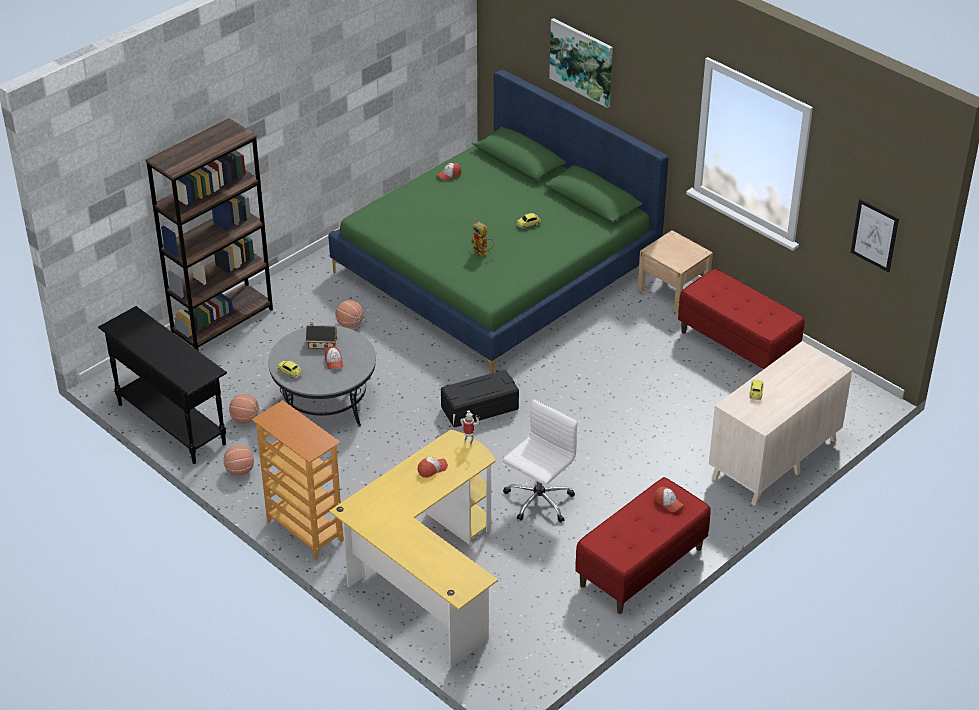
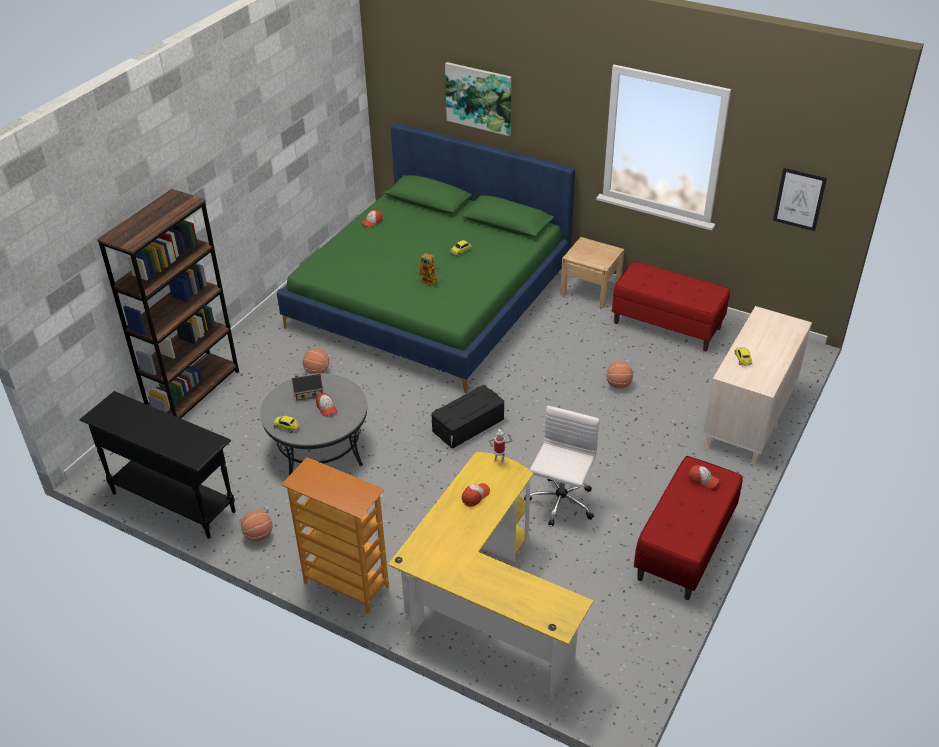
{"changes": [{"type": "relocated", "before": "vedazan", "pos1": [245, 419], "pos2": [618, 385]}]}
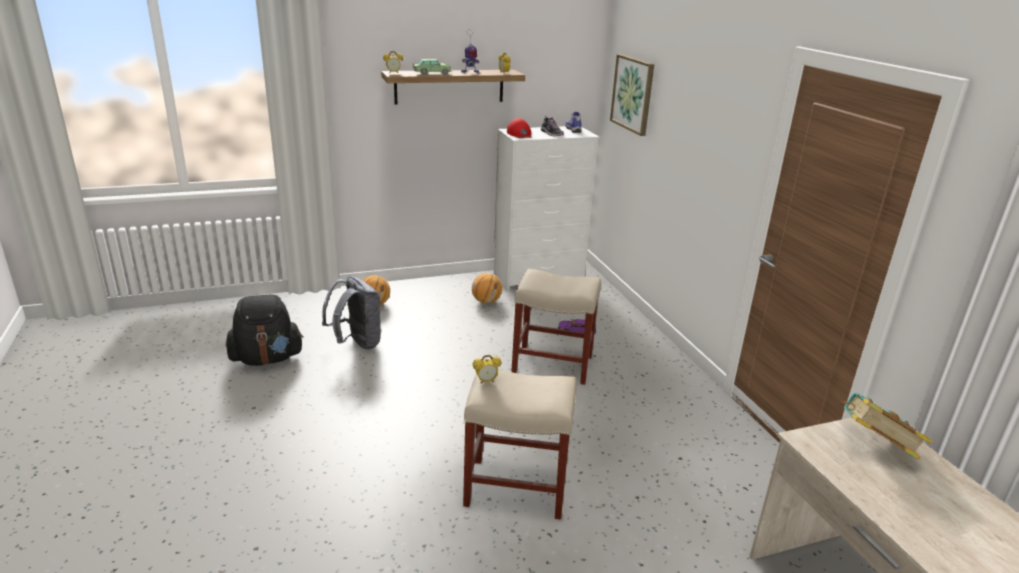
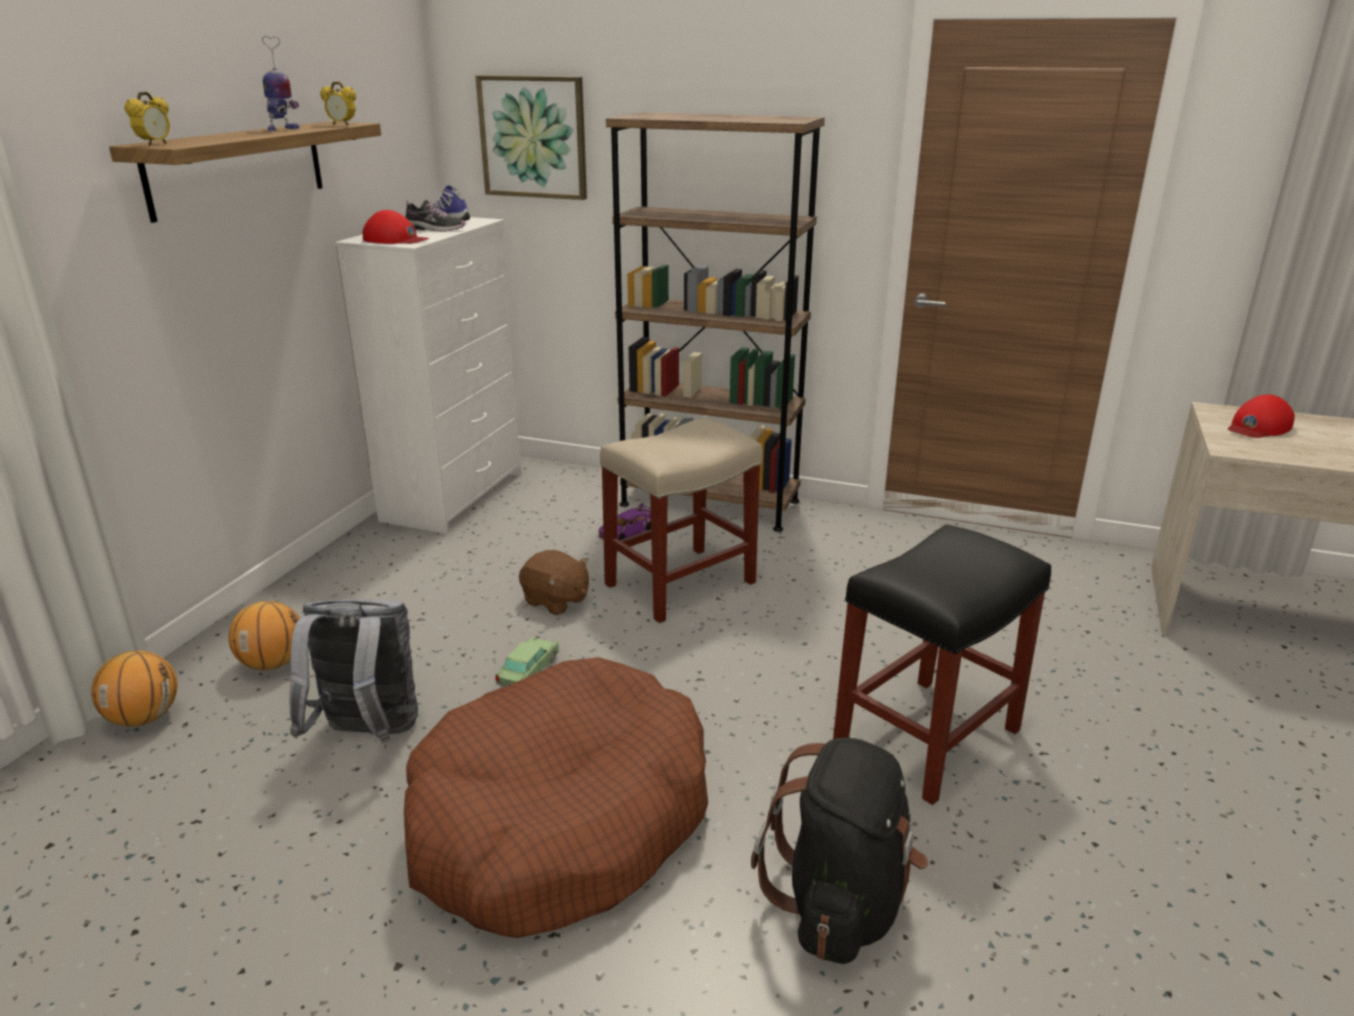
{"changes": [{"type": "relocated", "before": "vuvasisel", "pos1": [432, 73], "pos2": [528, 672]}, {"type": "relocated", "before": "vedazan", "pos1": [486, 301], "pos2": [144, 718]}, {"type": "relocated", "before": "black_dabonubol", "pos1": [267, 359], "pos2": [840, 903]}, {"type": "missing", "before": "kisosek", "pos1": [486, 381]}, {"type": "colour", "before": "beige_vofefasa", "after": "black_vofefasa", "pos1": [518, 487], "pos2": [928, 736]}, {"type": "exchanged", "before": "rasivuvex", "after": "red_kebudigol", "pos1": [874, 446], "pos2": [1258, 427]}, {"type": "appeared", "after": "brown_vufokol", "pos2": [709, 503]}, {"type": "appeared", "after": "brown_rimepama", "pos2": [556, 601]}, {"type": "appeared", "after": "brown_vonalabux", "pos2": [560, 821]}]}
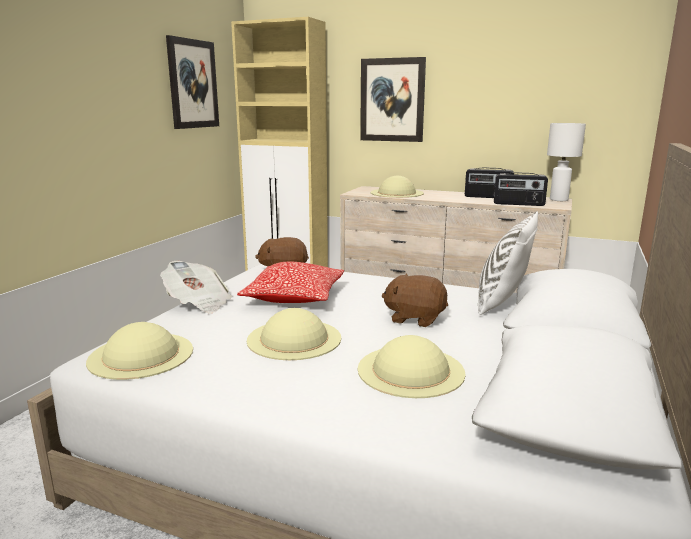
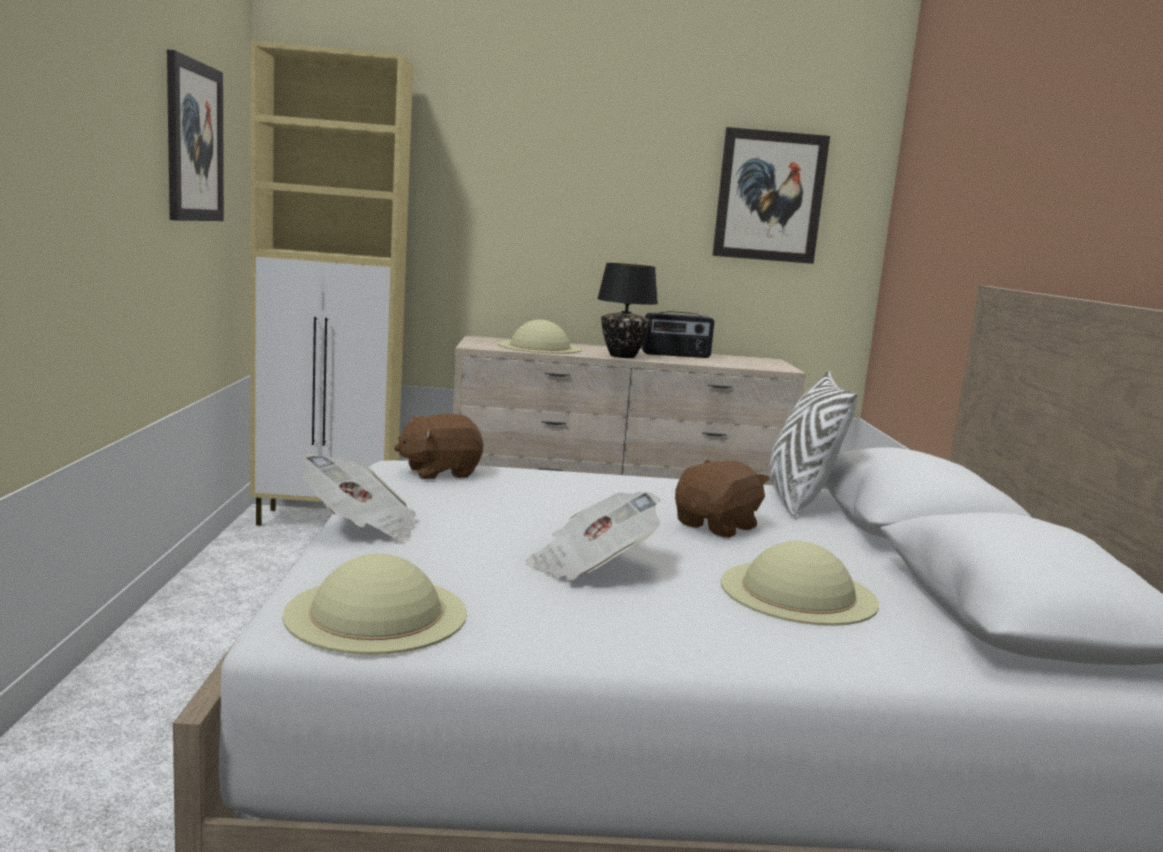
{"changes": [{"type": "relocated", "before": "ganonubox", "pos1": [392, 100], "pos2": [769, 196]}, {"type": "missing", "before": "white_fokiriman", "pos1": [559, 200]}, {"type": "missing", "before": "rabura", "pos1": [518, 204]}, {"type": "missing", "before": "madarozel", "pos1": [294, 297]}, {"type": "spun", "before": "brown_rimepama", "pos1": [415, 318], "pos2": [717, 526], "turn": 135}, {"type": "exchanged", "before": "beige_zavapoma", "after": "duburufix", "pos1": [294, 339], "pos2": [590, 567]}, {"type": "appeared", "after": "black_fokiriman", "pos2": [622, 356]}]}
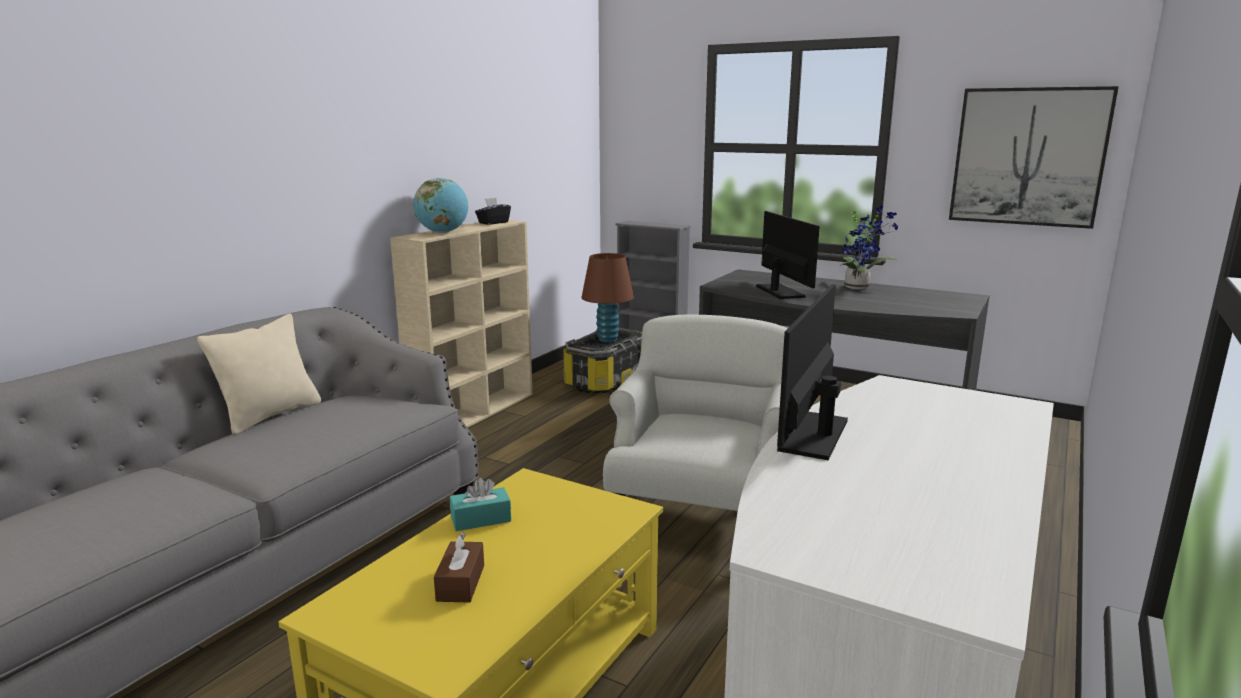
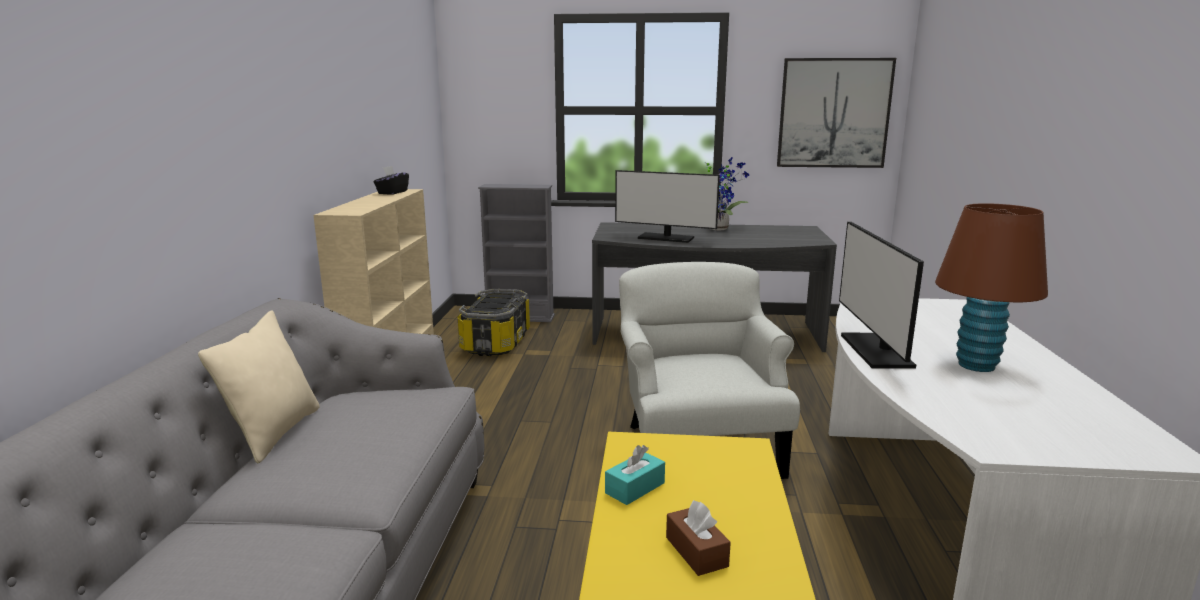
{"changes": [{"type": "missing", "before": "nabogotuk", "pos1": [443, 232]}, {"type": "spun", "before": "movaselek", "pos1": [779, 292], "pos2": [666, 238], "turn": 150}, {"type": "relocated", "before": "brown_fokiriman", "pos1": [608, 340], "pos2": [976, 365]}]}
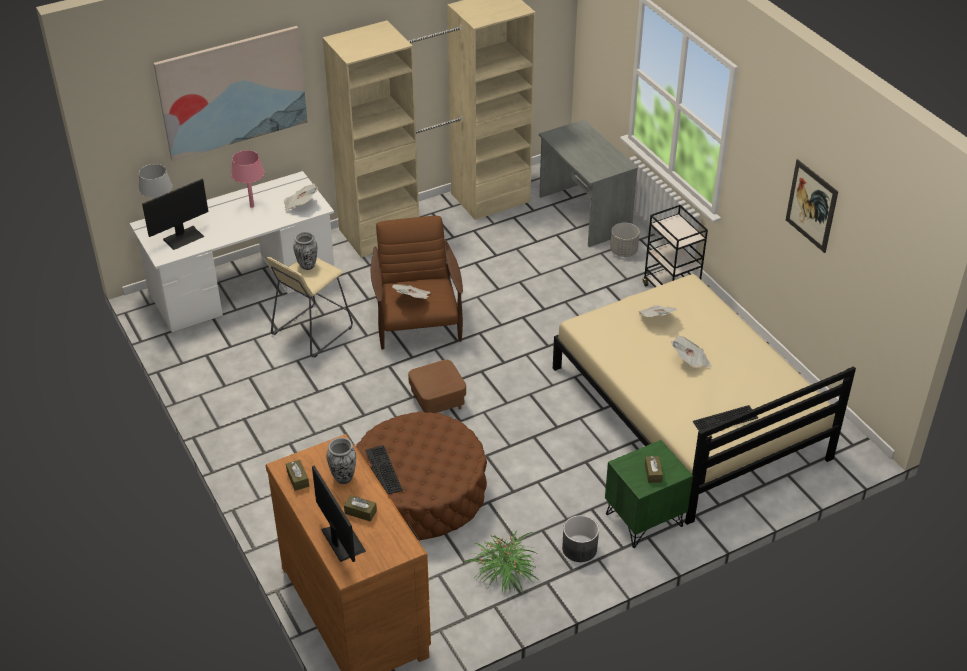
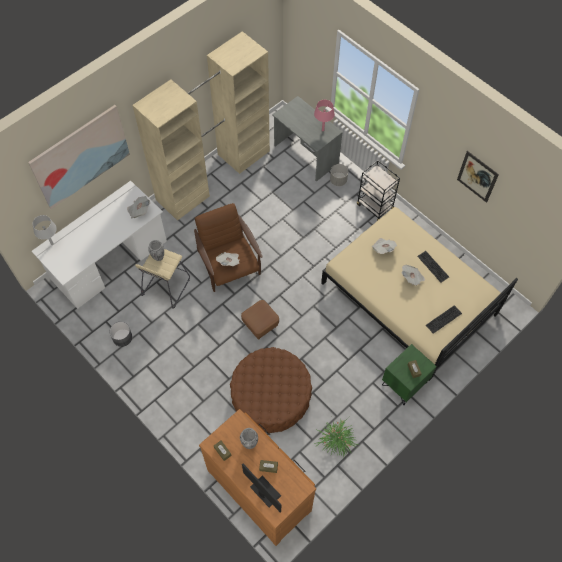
{"changes": [{"type": "relocated", "before": "pink_fokiriman", "pos1": [252, 206], "pos2": [323, 130]}, {"type": "missing", "before": "movaselek", "pos1": [183, 237]}, {"type": "relocated", "before": "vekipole", "pos1": [382, 470], "pos2": [432, 266]}, {"type": "relocated", "before": "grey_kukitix", "pos1": [579, 548], "pos2": [122, 337]}]}
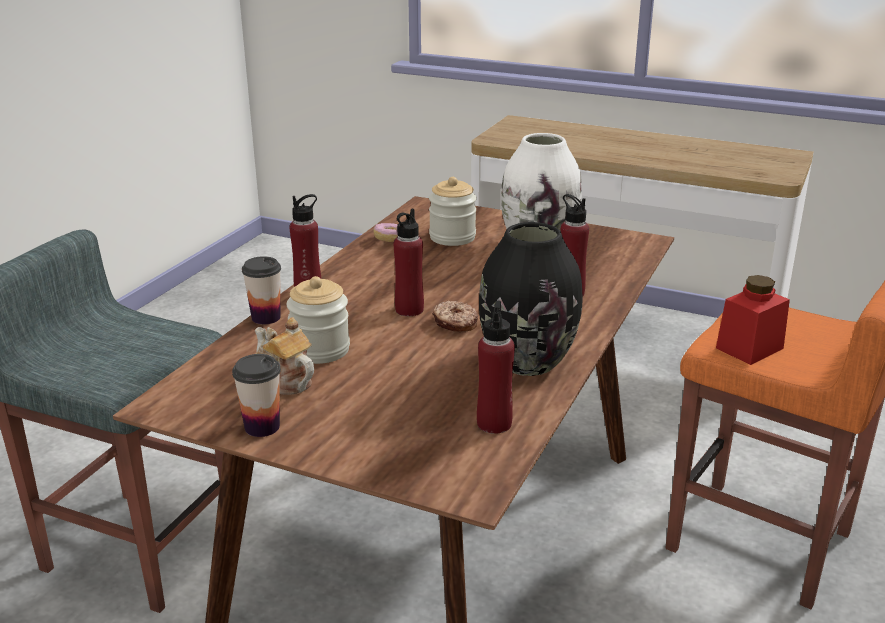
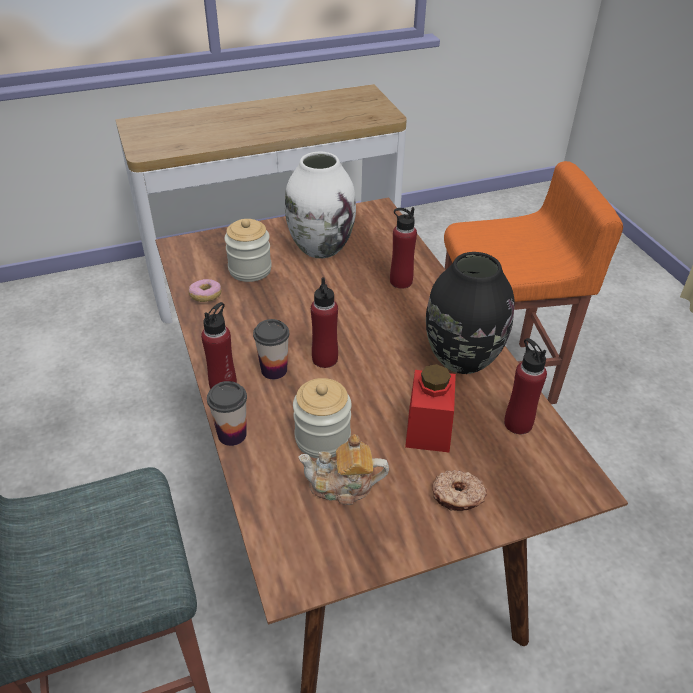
{"changes": [{"type": "relocated", "before": "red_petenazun", "pos1": [749, 348], "pos2": [428, 429]}, {"type": "relocated", "before": "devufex", "pos1": [455, 323], "pos2": [457, 496]}, {"type": "relocated", "before": "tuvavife", "pos1": [262, 427], "pos2": [274, 370]}]}
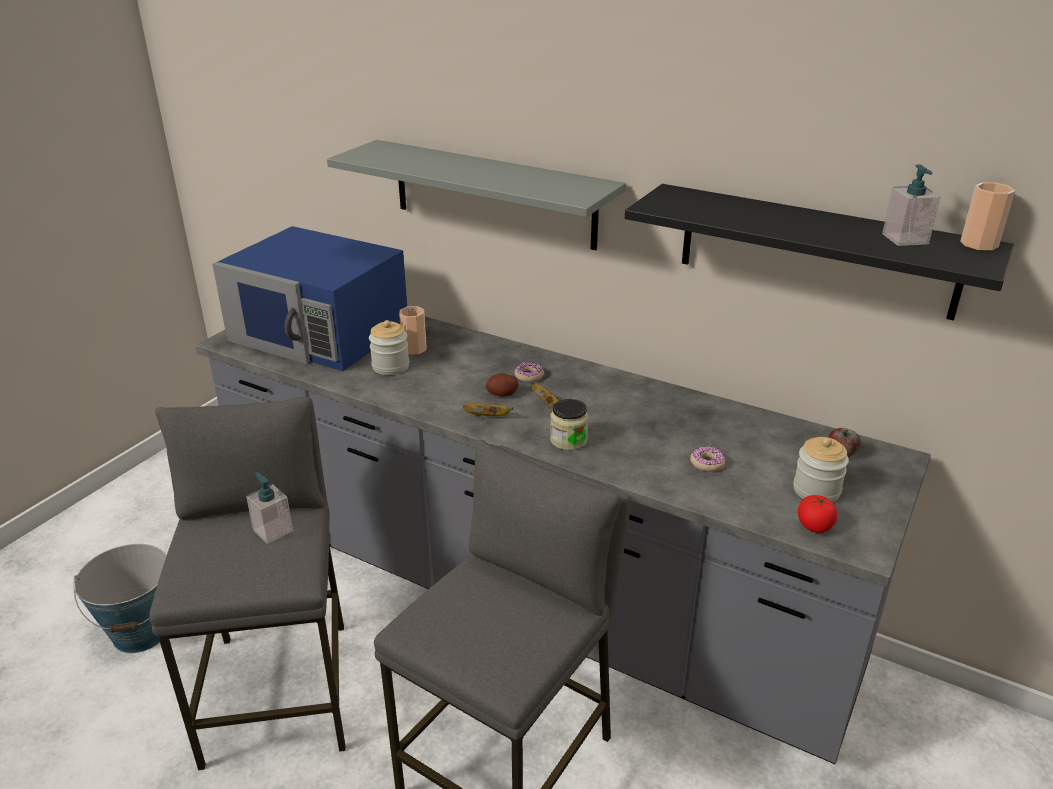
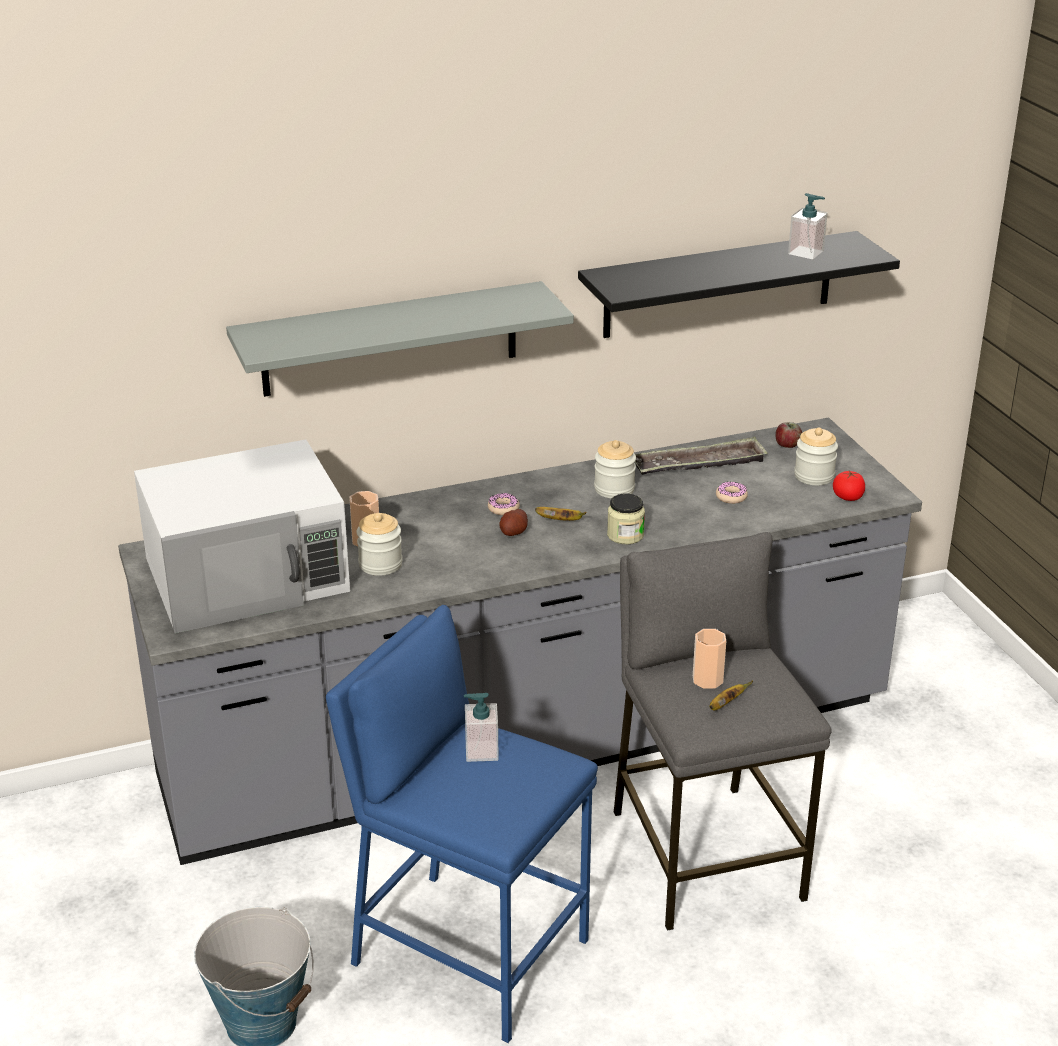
{"changes": [{"type": "relocated", "before": "tuvavife", "pos1": [979, 244], "pos2": [707, 679]}, {"type": "colour", "before": "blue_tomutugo", "after": "white_tomutugo", "pos1": [320, 332], "pos2": [248, 575]}, {"type": "colour", "before": "grey_vofefasa", "after": "blue_vofefasa", "pos1": [280, 690], "pos2": [469, 952]}, {"type": "relocated", "before": "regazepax", "pos1": [488, 416], "pos2": [725, 704]}, {"type": "appeared", "after": "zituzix", "pos2": [699, 464]}, {"type": "appeared", "after": "petenazun", "pos2": [614, 489]}]}
